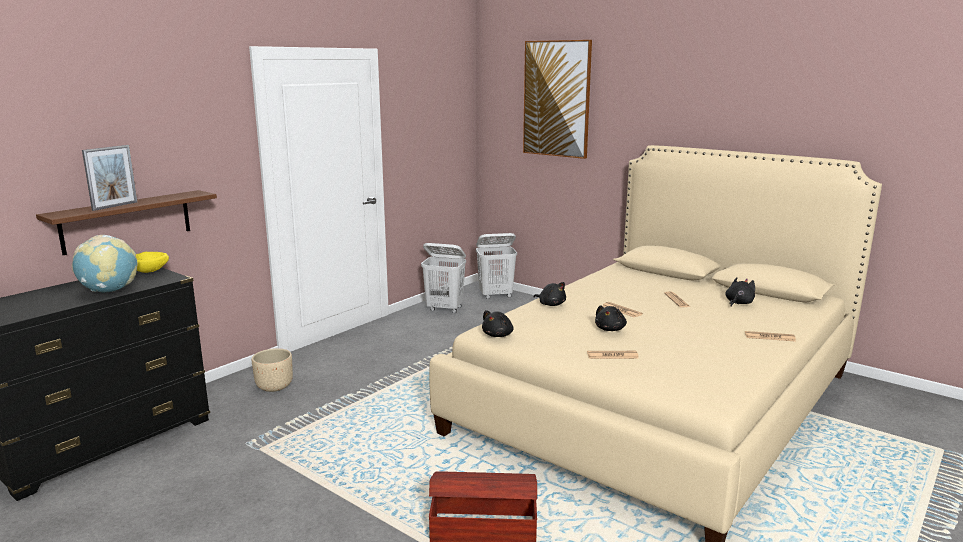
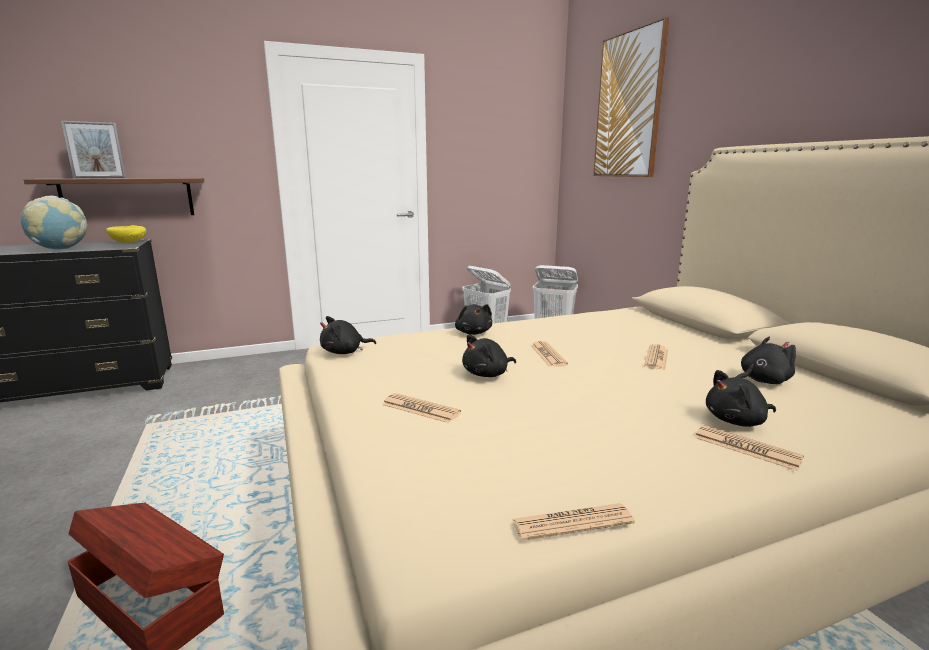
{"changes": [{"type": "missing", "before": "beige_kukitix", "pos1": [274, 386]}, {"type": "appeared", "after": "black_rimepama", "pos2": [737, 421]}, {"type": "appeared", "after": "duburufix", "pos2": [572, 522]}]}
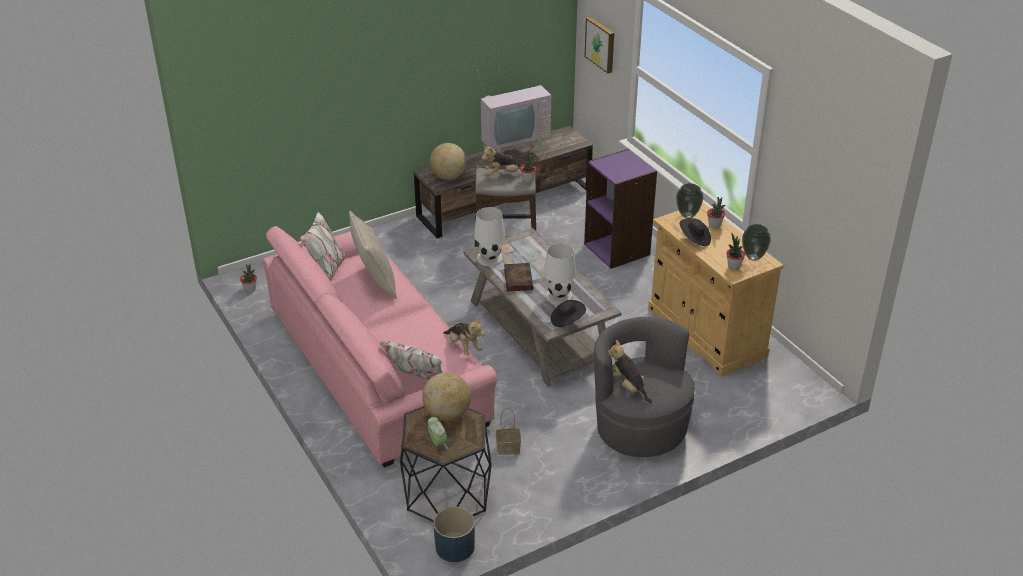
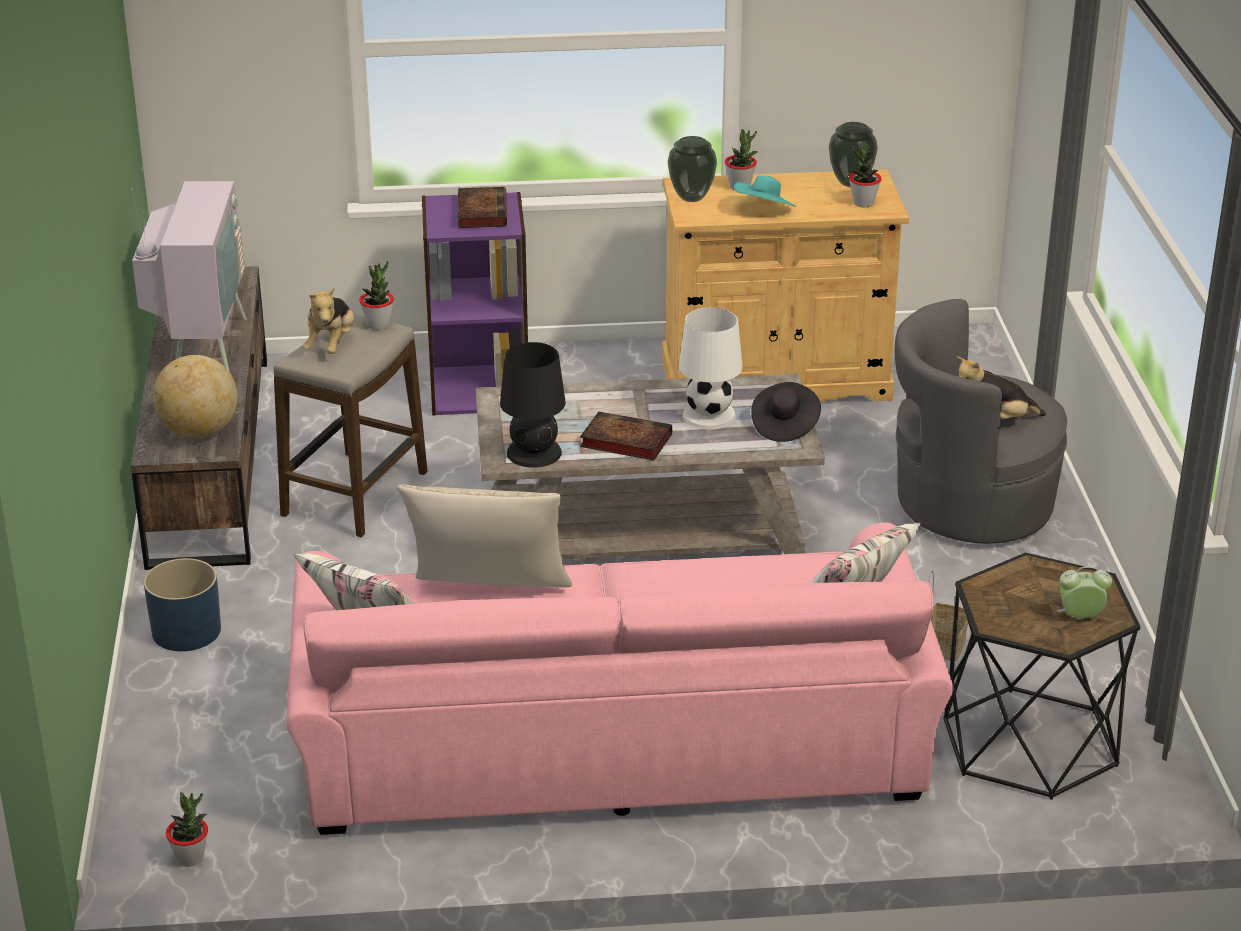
{"changes": [{"type": "missing", "before": "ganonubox", "pos1": [601, 44]}, {"type": "colour", "before": "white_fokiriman", "after": "black_fokiriman", "pos1": [489, 258], "pos2": [533, 453]}, {"type": "colour", "before": "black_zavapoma", "after": "turquoise_zavapoma", "pos1": [694, 239], "pos2": [764, 210]}, {"type": "missing", "before": "rimepama", "pos1": [463, 347]}, {"type": "missing", "before": "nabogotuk", "pos1": [447, 414]}, {"type": "relocated", "before": "blue_kukitix", "pos1": [455, 547], "pos2": [186, 631]}, {"type": "appeared", "after": "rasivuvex", "pos2": [481, 212]}]}
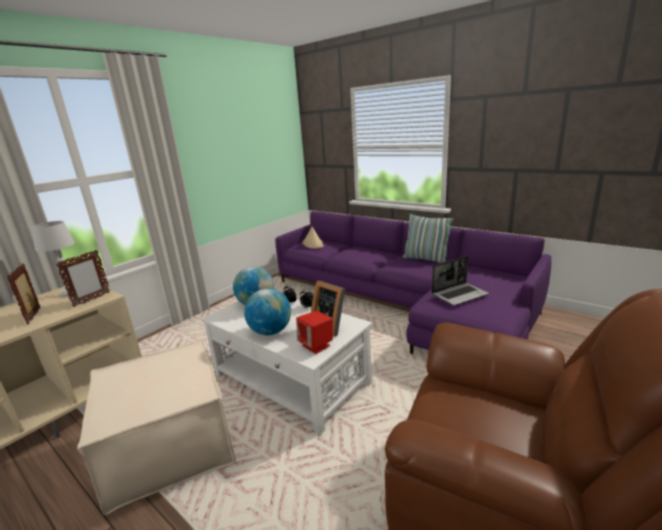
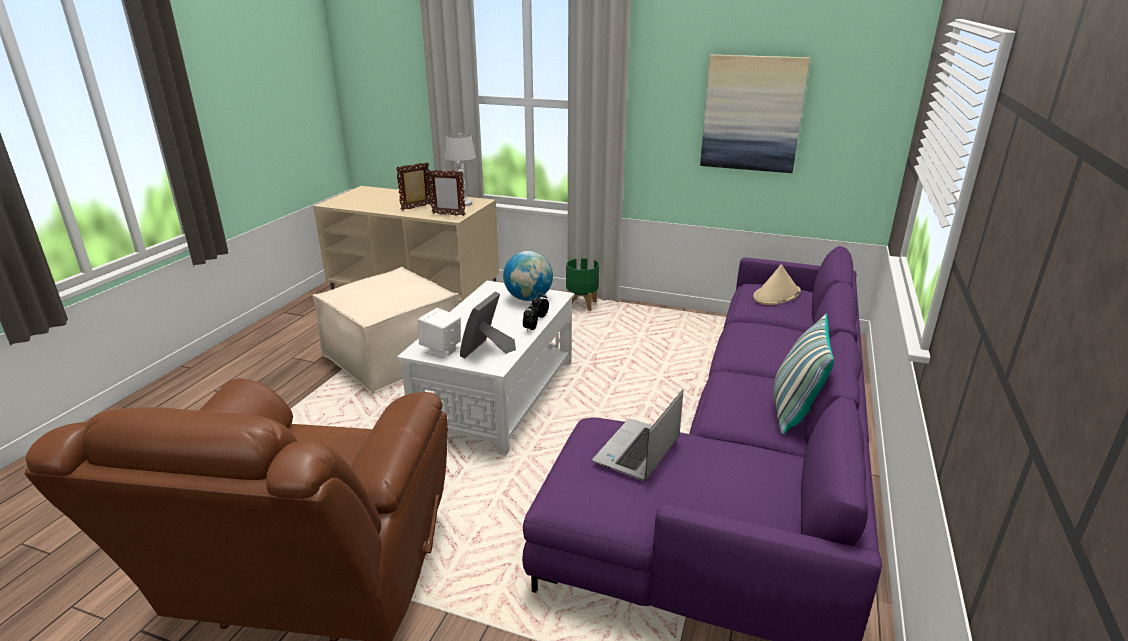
{"changes": [{"type": "spun", "before": "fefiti", "pos1": [459, 294], "pos2": [638, 452], "turn": 75}, {"type": "missing", "before": "nabogotuk", "pos1": [270, 331]}, {"type": "colour", "before": "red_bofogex", "after": "white_bofogex", "pos1": [316, 345], "pos2": [441, 350]}, {"type": "appeared", "after": "ganonubox", "pos2": [752, 114]}, {"type": "appeared", "after": "green_kukitix", "pos2": [582, 305]}]}
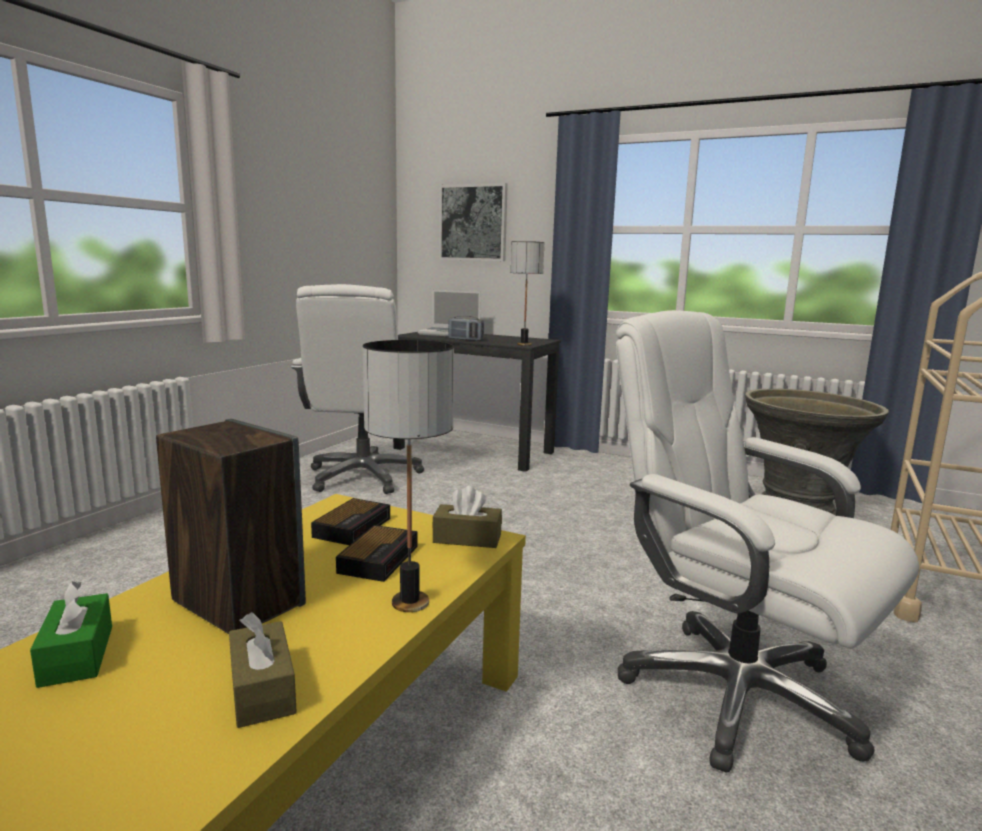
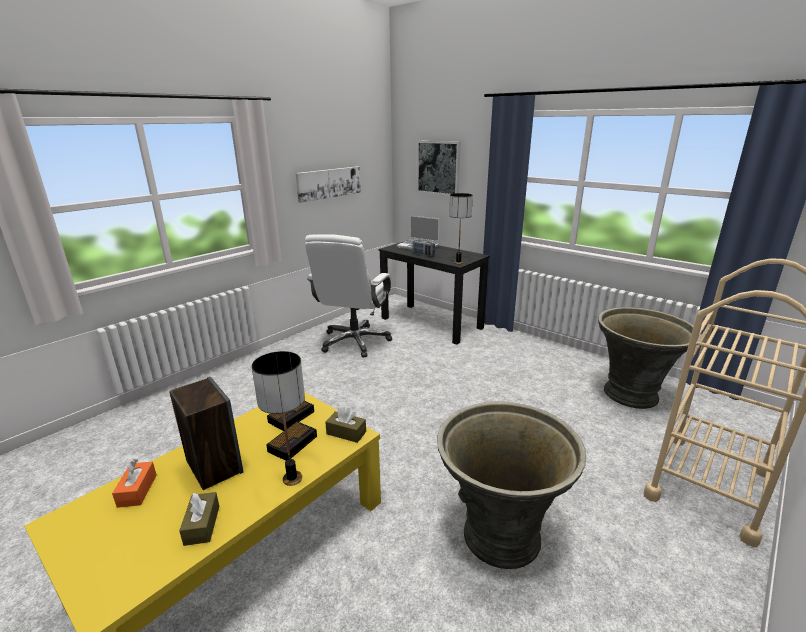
{"changes": [{"type": "exchanged", "before": "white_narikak", "after": "grey_kukitix", "pos1": [735, 693], "pos2": [499, 535]}, {"type": "colour", "before": "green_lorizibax", "after": "orange_lorizibax", "pos1": [77, 655], "pos2": [137, 490]}, {"type": "appeared", "after": "ganonubox", "pos2": [329, 183]}]}
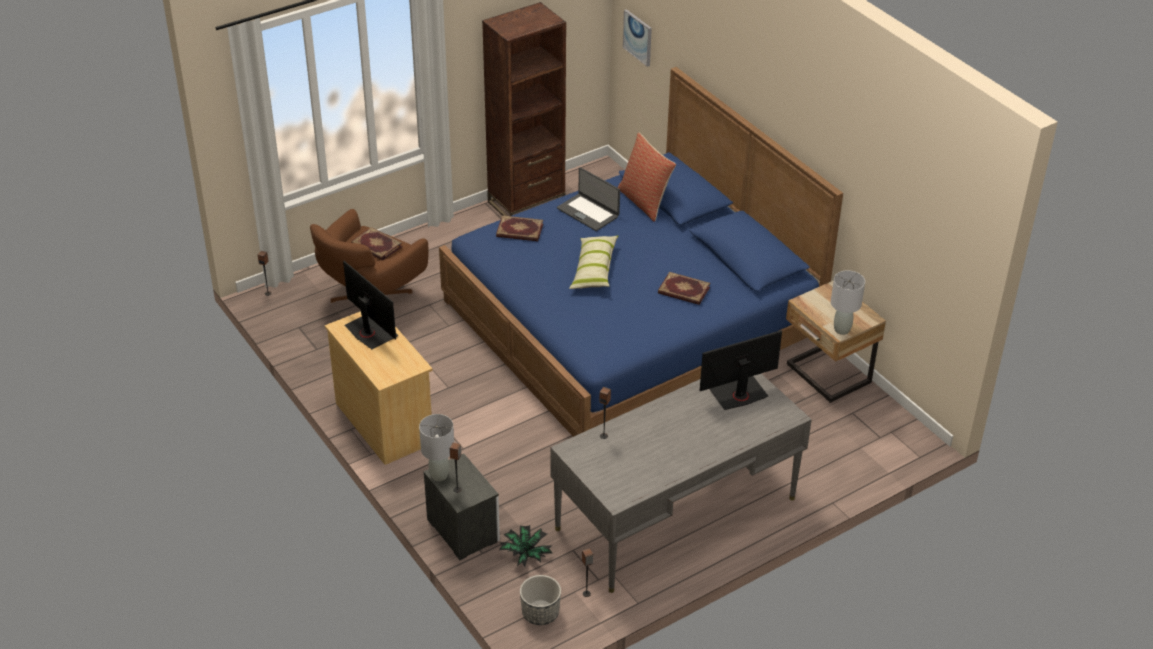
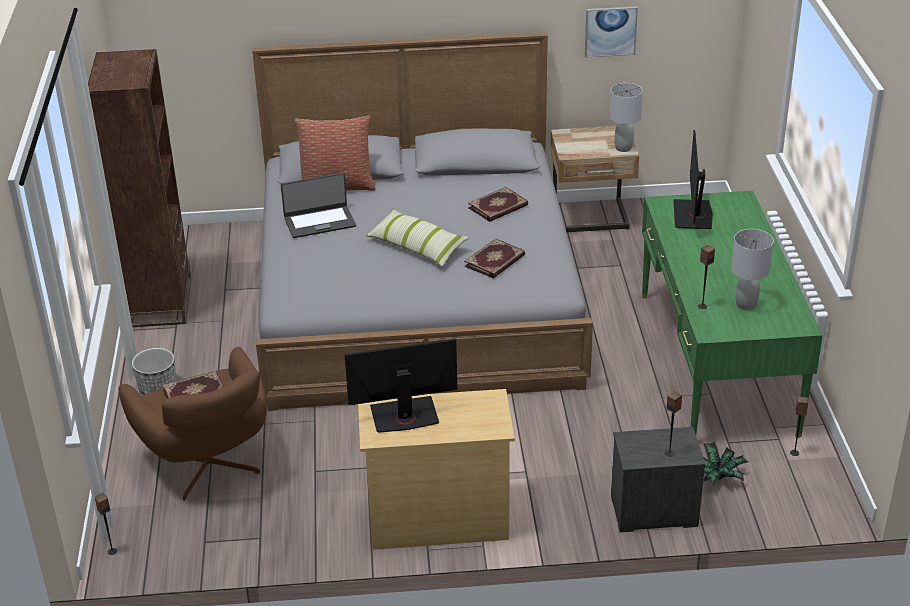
{"changes": [{"type": "relocated", "before": "ganonubox", "pos1": [638, 37], "pos2": [610, 31]}, {"type": "colour", "before": "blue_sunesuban", "after": "grey_sunesuban", "pos1": [630, 319], "pos2": [417, 298]}, {"type": "relocated", "before": "rasivuvex", "pos1": [519, 231], "pos2": [495, 261]}, {"type": "colour", "before": "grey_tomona", "after": "green_tomona", "pos1": [676, 513], "pos2": [716, 361]}, {"type": "relocated", "before": "grey_fokiriman", "pos1": [439, 475], "pos2": [746, 305]}, {"type": "relocated", "before": "kukitix", "pos1": [540, 613], "pos2": [157, 388]}]}
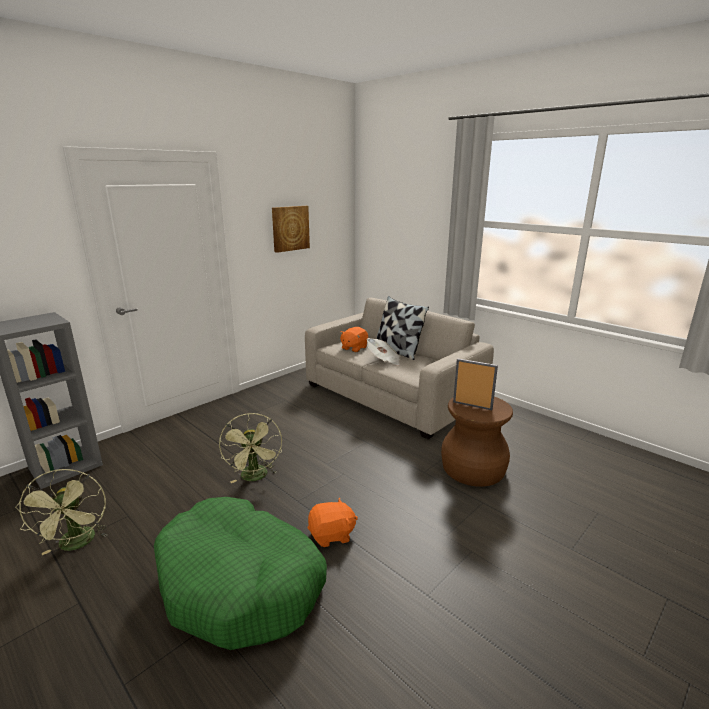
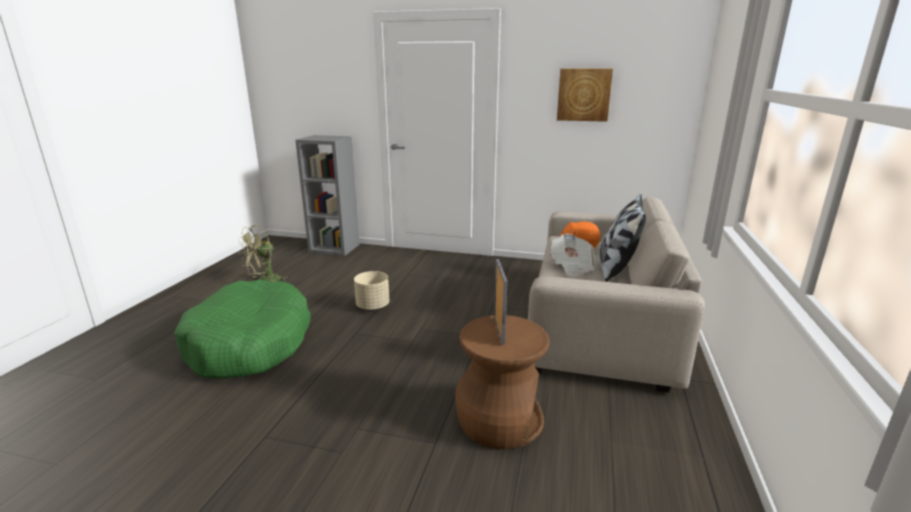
{"changes": [{"type": "exchanged", "before": "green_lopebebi", "after": "beige_kukitix", "pos1": [255, 477], "pos2": [373, 306]}, {"type": "missing", "before": "orange_rimepama", "pos1": [332, 535]}]}
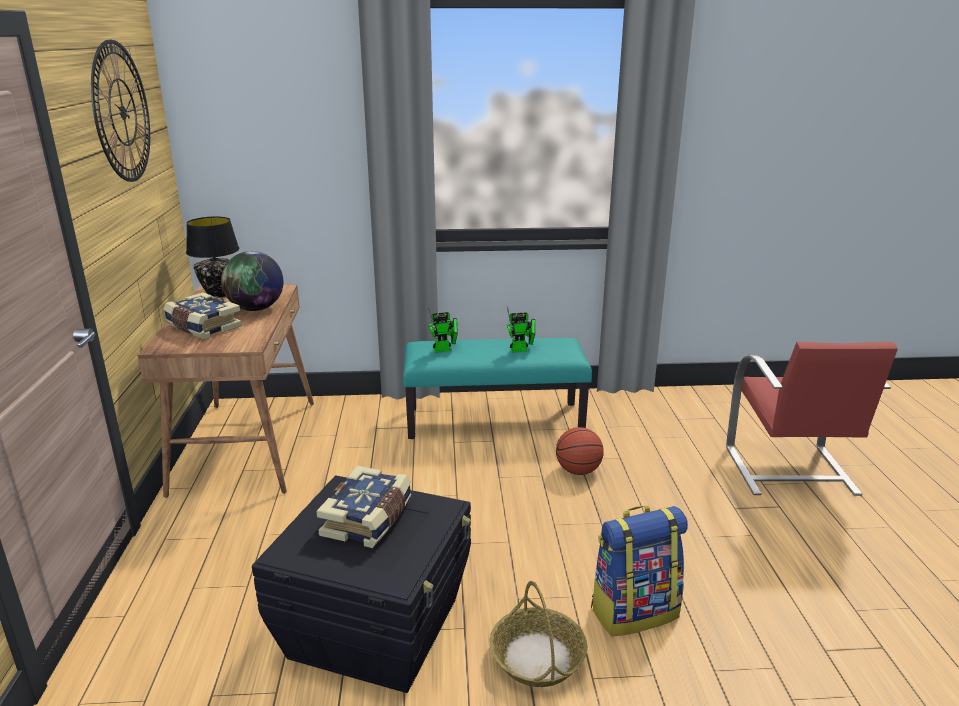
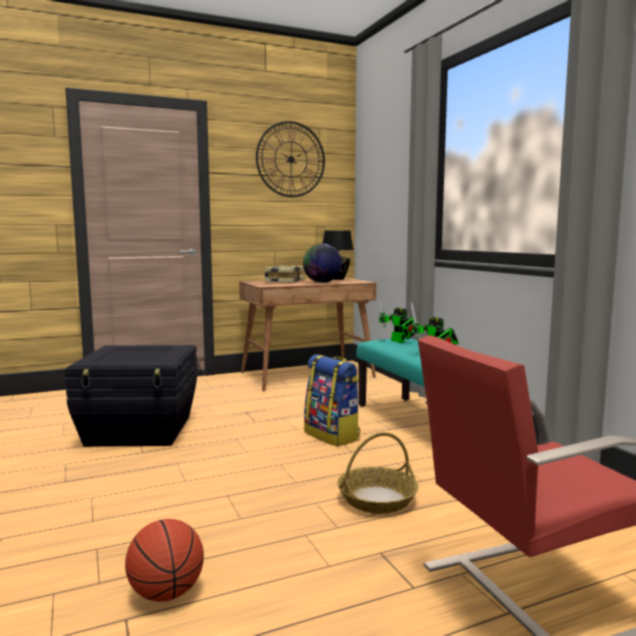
{"changes": [{"type": "relocated", "before": "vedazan", "pos1": [578, 471], "pos2": [167, 593]}, {"type": "missing", "before": "rasivuvex", "pos1": [369, 519]}, {"type": "relocated", "before": "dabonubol", "pos1": [634, 611], "pos2": [333, 436]}, {"type": "relocated", "before": "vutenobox", "pos1": [537, 657], "pos2": [377, 499]}]}
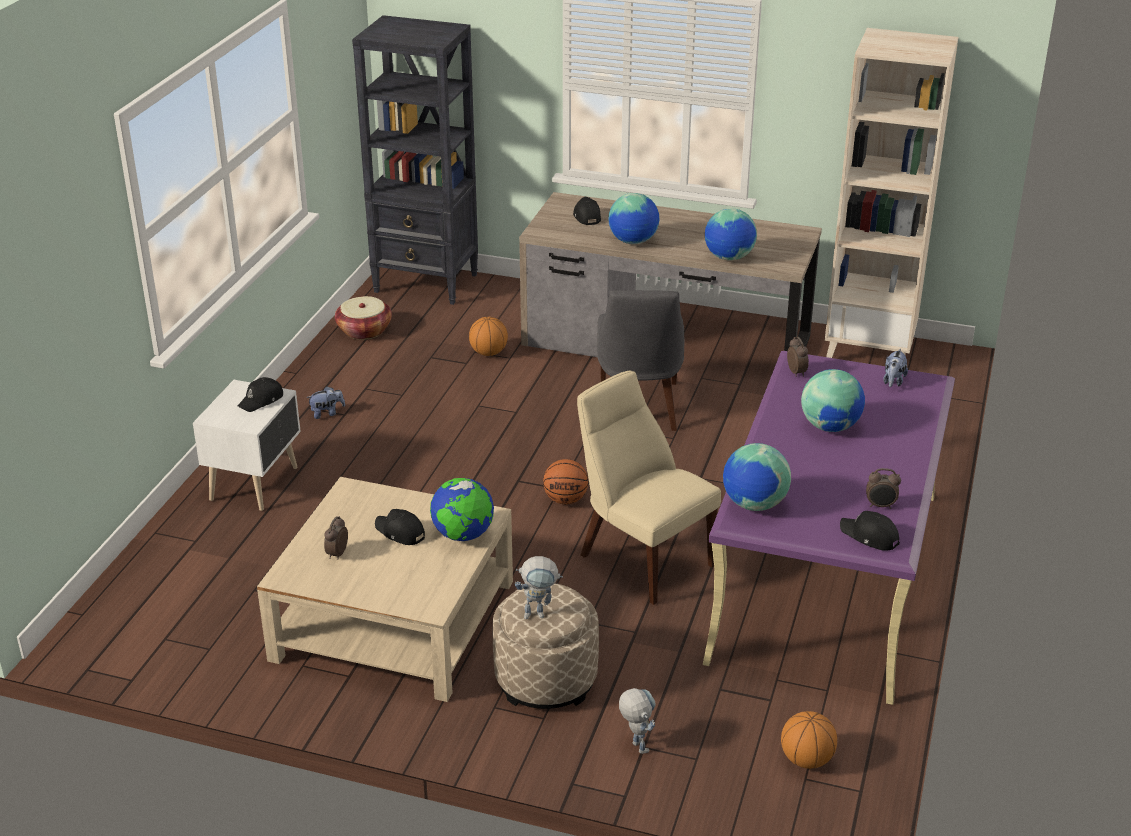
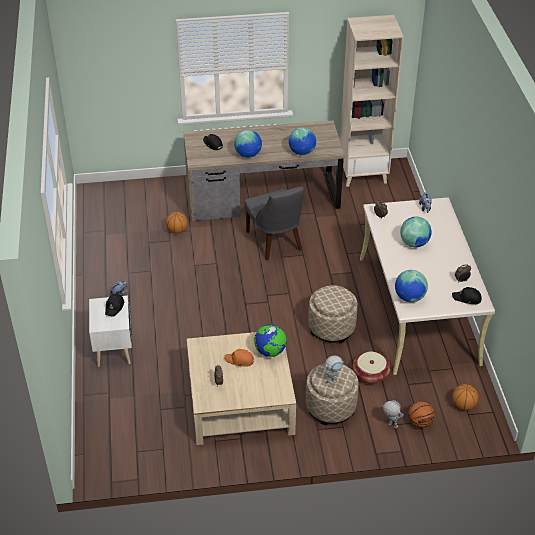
{"changes": [{"type": "missing", "before": "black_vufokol", "pos1": [427, 283]}, {"type": "relocated", "before": "vutenobox", "pos1": [364, 330], "pos2": [370, 374]}, {"type": "colour", "before": "purple_tomona", "after": "beige_tomona", "pos1": [826, 576], "pos2": [418, 310]}, {"type": "exchanged", "before": "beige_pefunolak", "after": "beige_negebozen", "pos1": [642, 557], "pos2": [331, 327]}, {"type": "relocated", "before": "vedazan", "pos1": [565, 500], "pos2": [420, 422]}, {"type": "colour", "before": "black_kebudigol", "after": "orange_kebudigol", "pos1": [400, 532], "pos2": [239, 360]}]}
